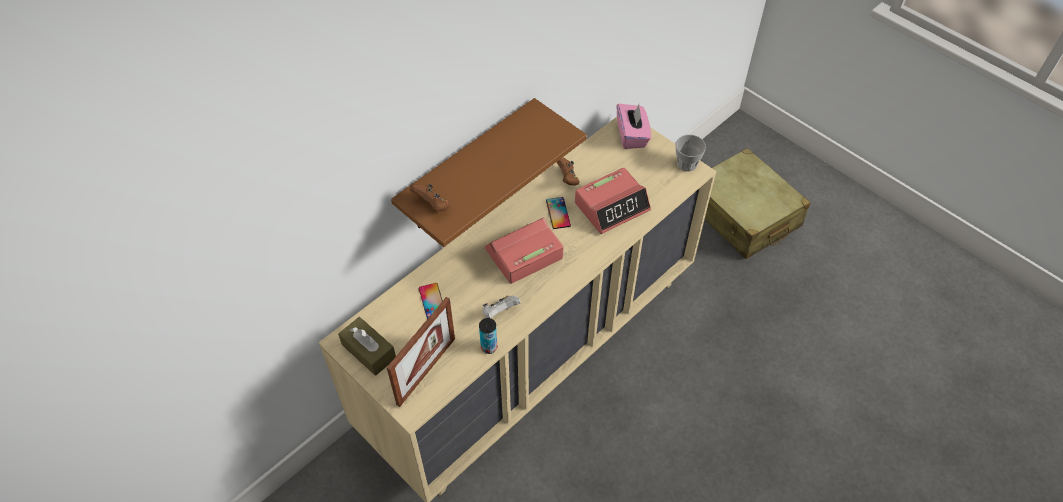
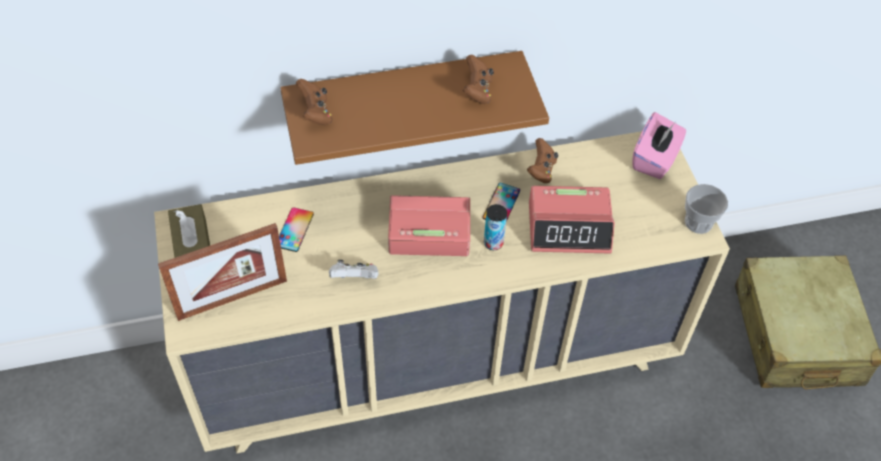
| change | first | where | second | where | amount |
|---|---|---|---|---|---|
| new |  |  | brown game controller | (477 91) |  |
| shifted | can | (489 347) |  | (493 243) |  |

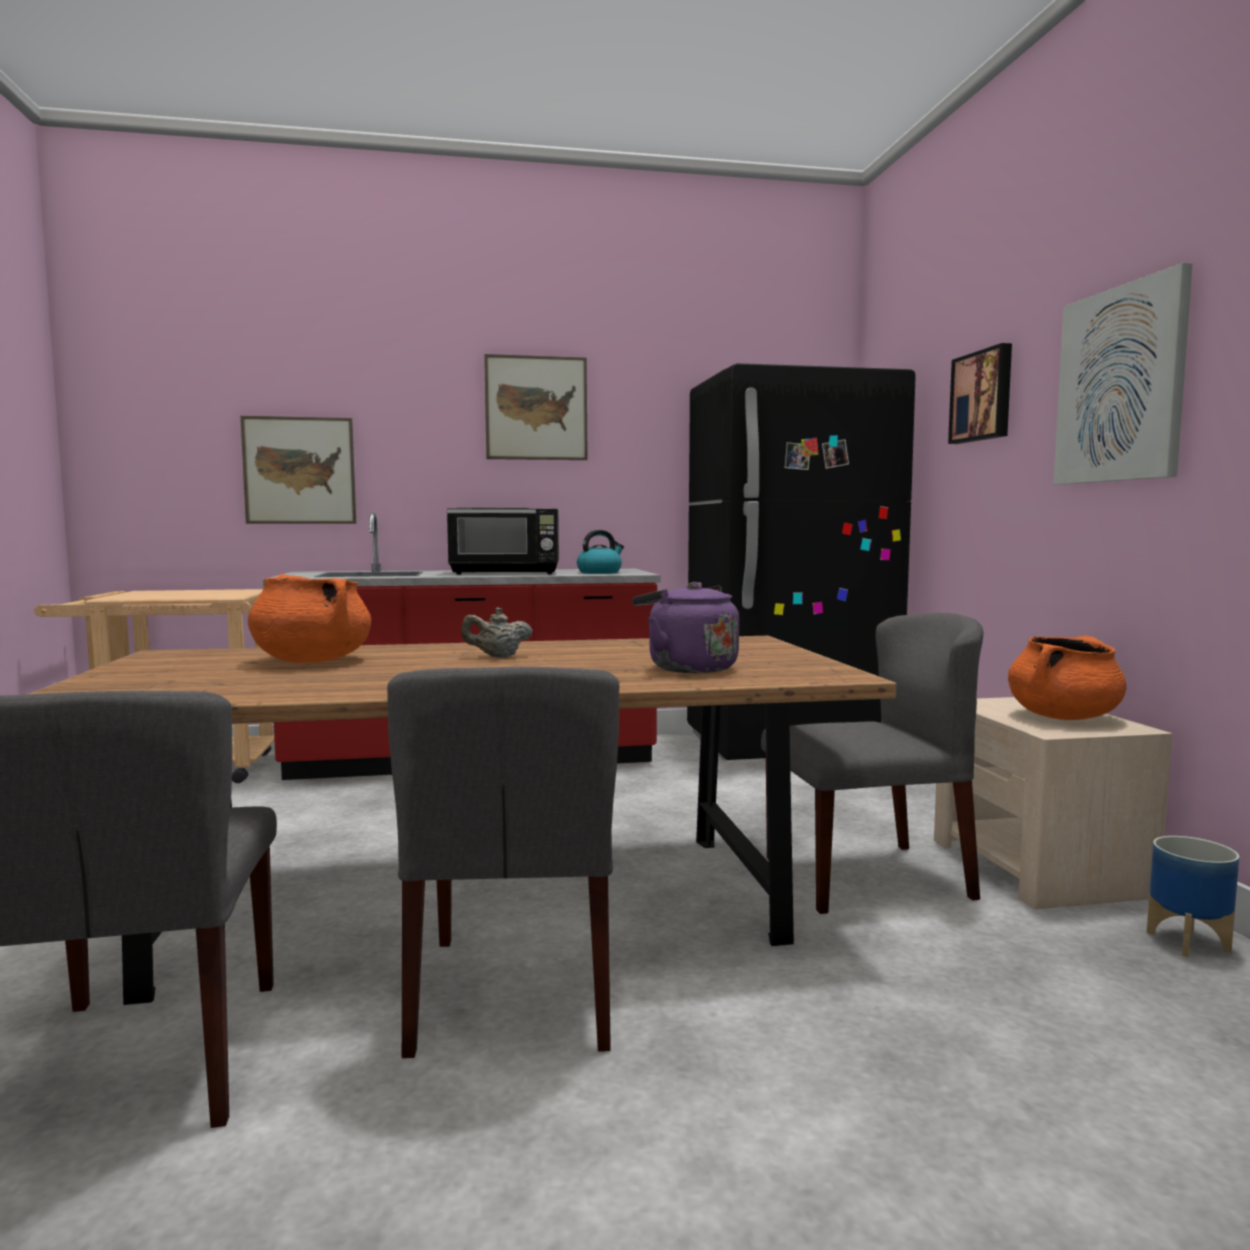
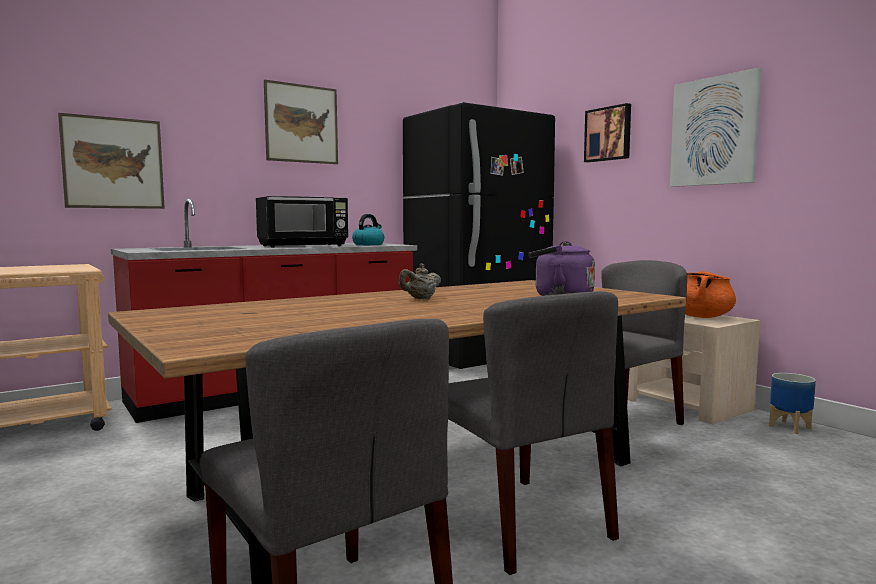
| change | first | where | second | where | amount |
|---|---|---|---|---|---|
| gone | orange cooking pot | (311 661) |  |  |  |

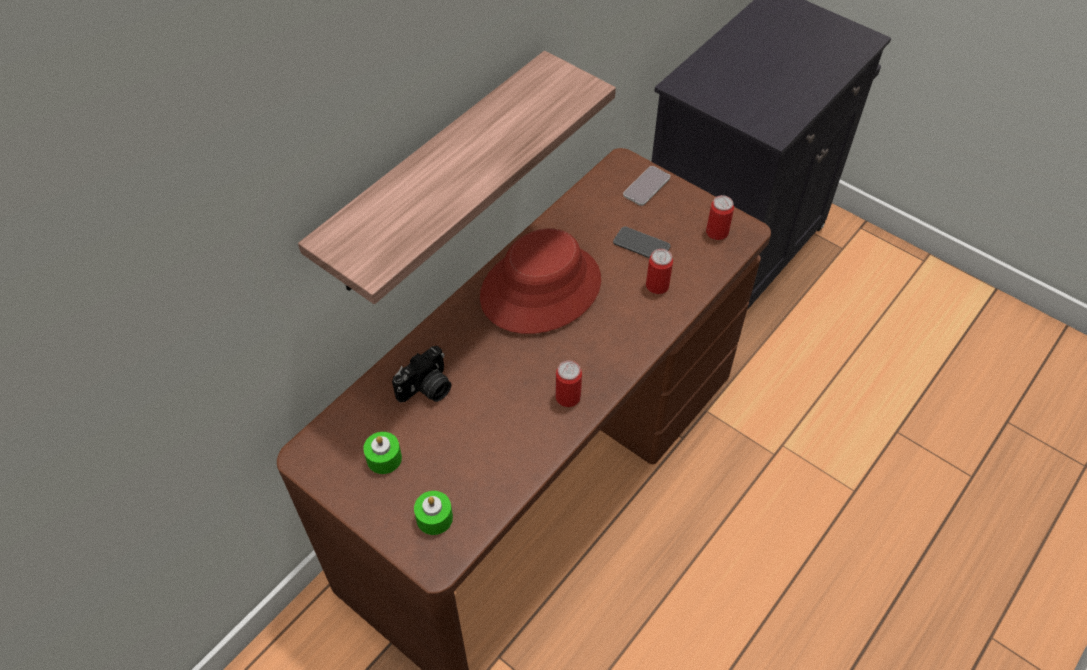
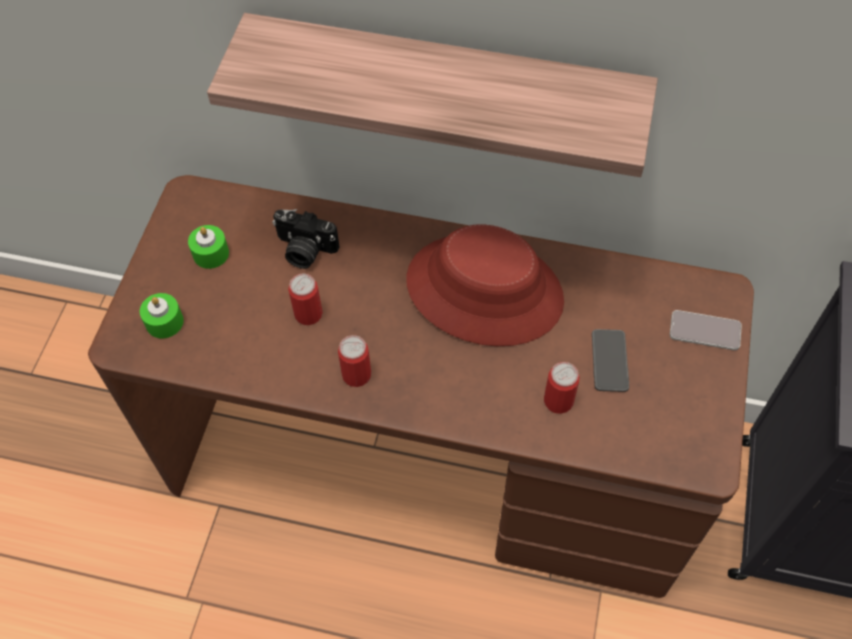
| change | first | where | second | where | amount |
|---|---|---|---|---|---|
| shifted | can | (717 232) |  | (308 313) |  |

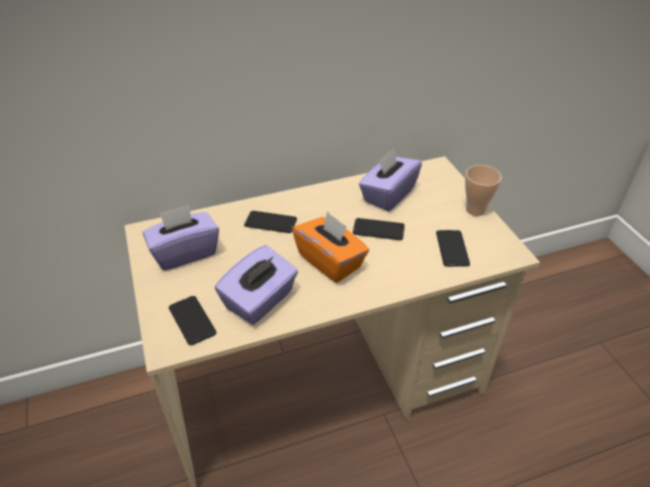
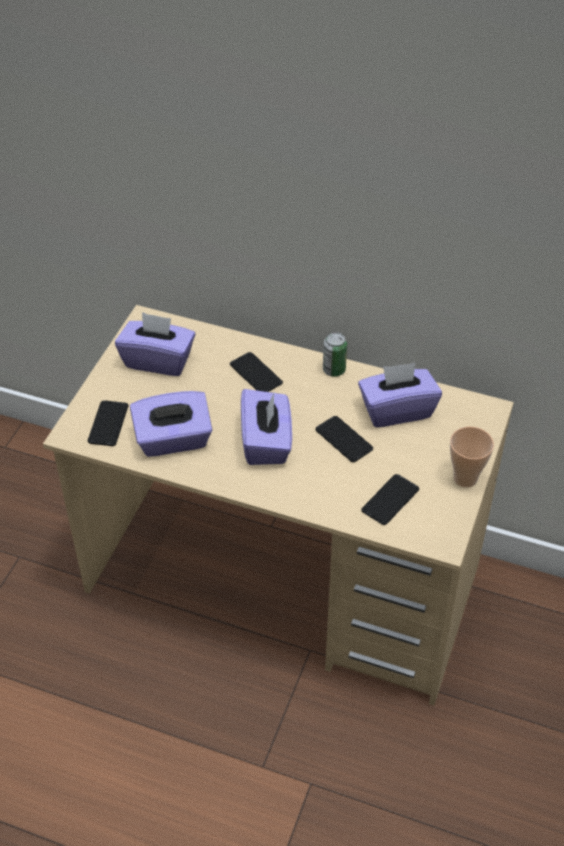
| change | first | where | second | where | amount |
|---|---|---|---|---|---|
| new |  |  | can | (334 370) |  |
| repainted | orange tissue box | (330 261) | purple tissue box | (266 442) |  |

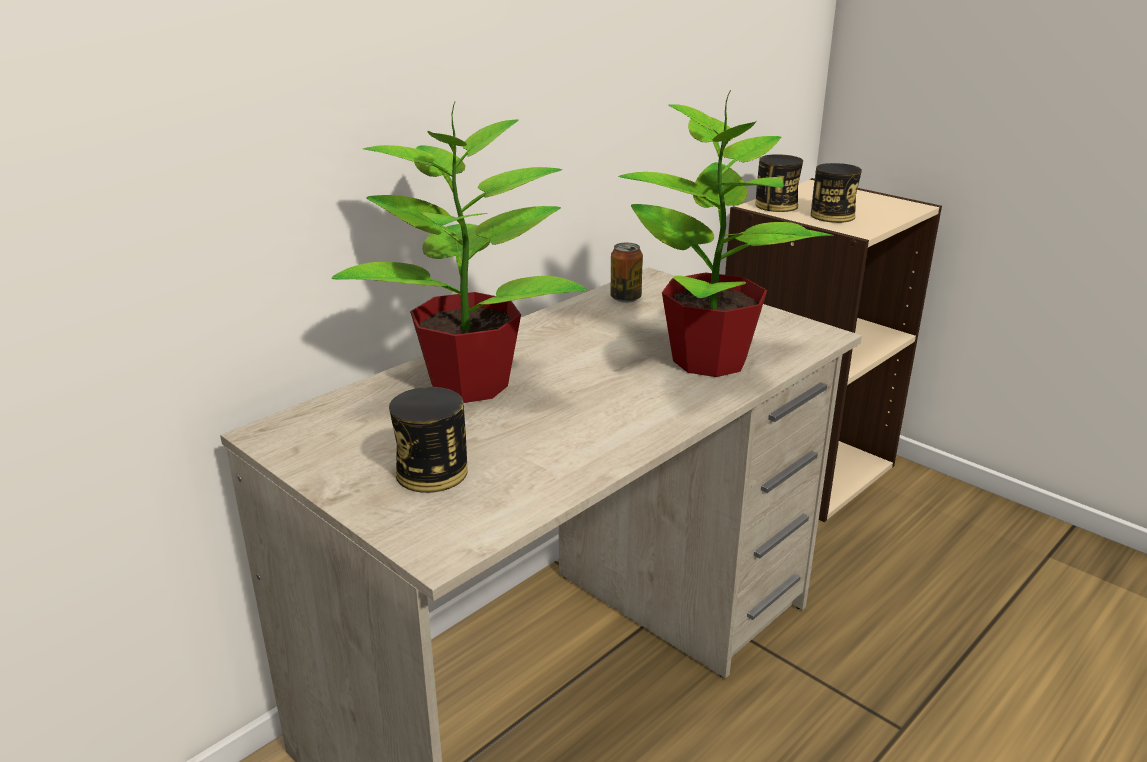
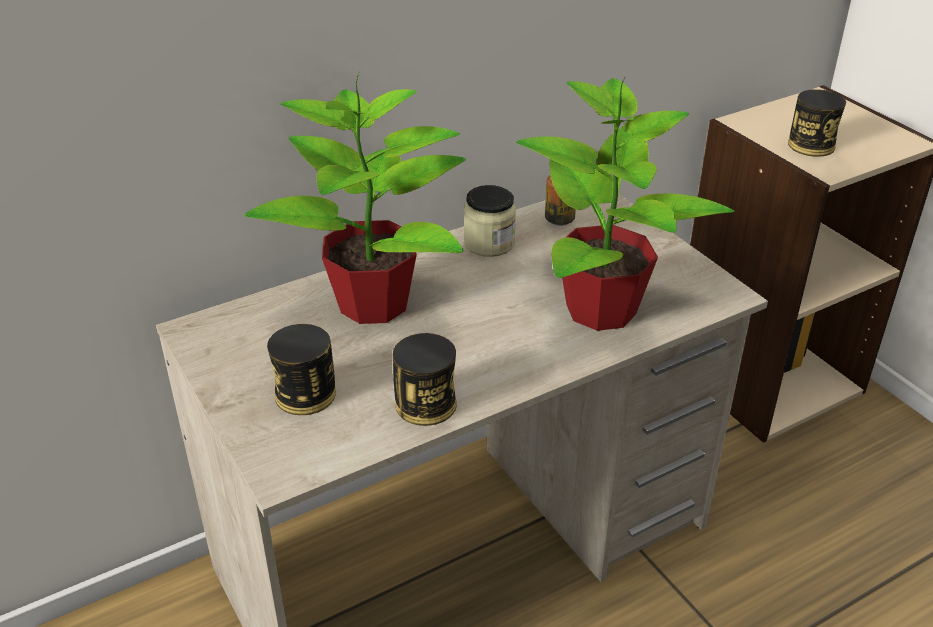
| change | first | where | second | where | amount |
|---|---|---|---|---|---|
| new |  |  | jar | (489 243) |  |
| shifted | can | (776 205) |  | (425 404) |  |

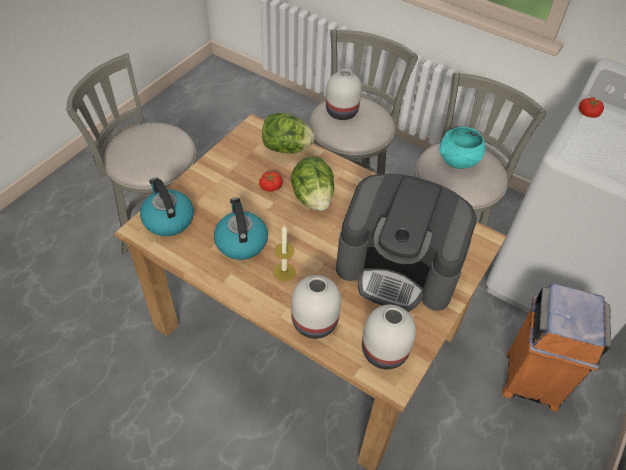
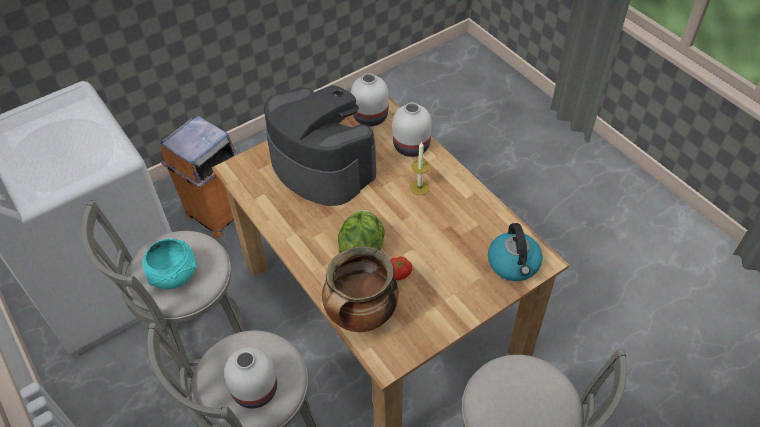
| change | first | where | second | where | amount |
|---|---|---|---|---|---|
| gone | kettle | (241 241) |  |  |  |
| gone | tomato | (588 113) |  |  |  |
| swapped | lettuce | (286 148) | cooking pot | (361 318) |  |

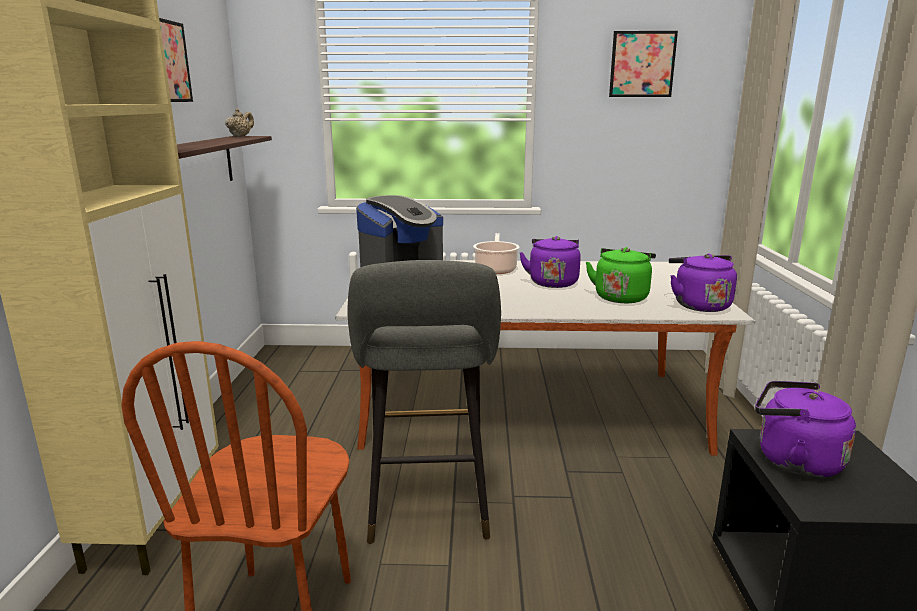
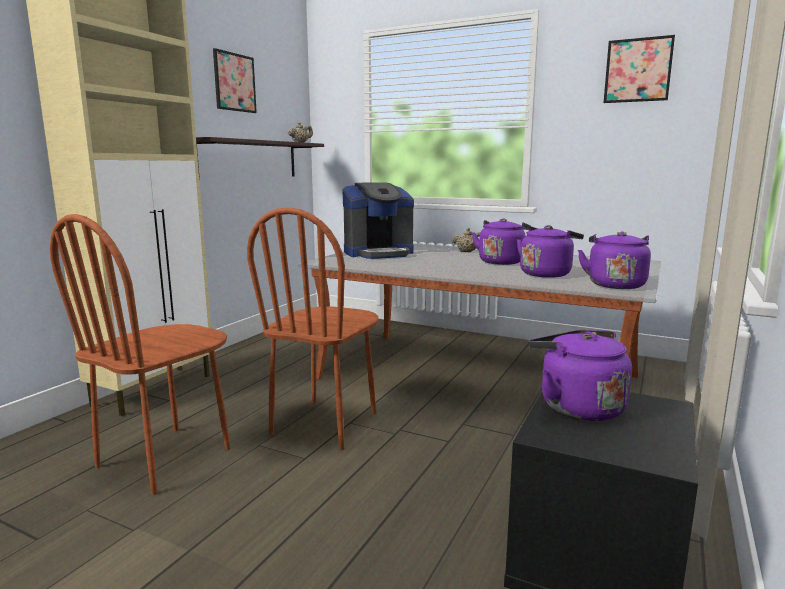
| change | first | where | second | where | amount |
|---|---|---|---|---|---|
| swapped | grey stool | (428 510) | brown chair | (325 423) |  |
| swapped | cooking pot | (495 269) | beige teapot | (467 252) |  |
| repainted | green kettle | (621 297) | purple kettle | (546 274) |  |

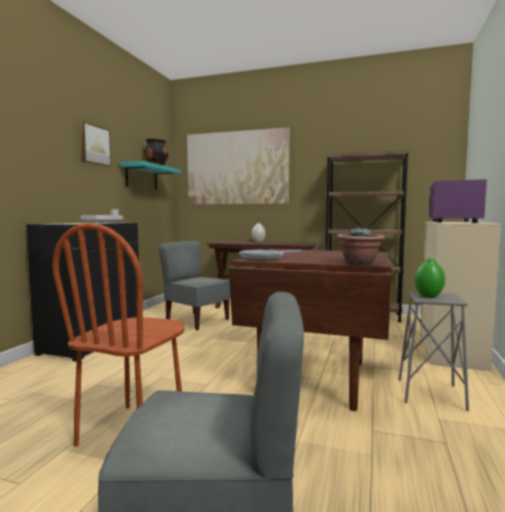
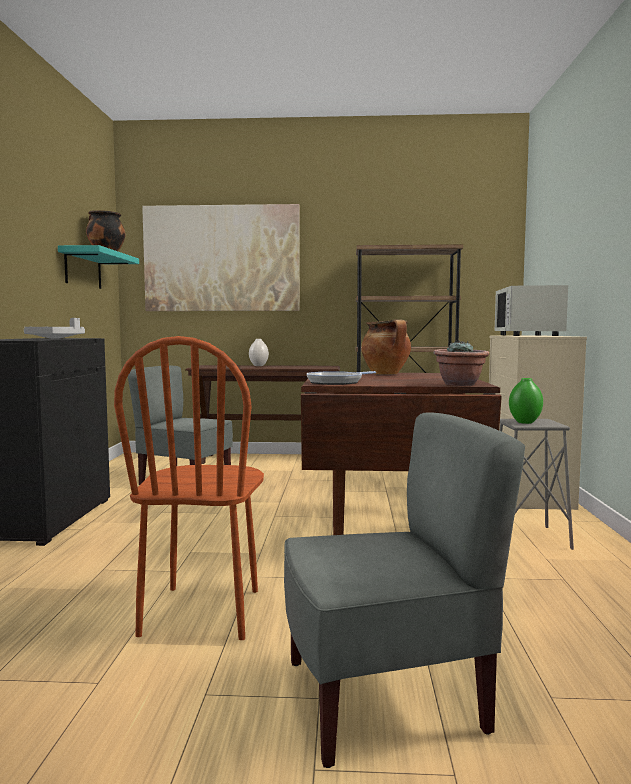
| change | first | where | second | where | amount |
|---|---|---|---|---|---|
| gone | picture | (94 145) |  |  |  |
| new |  |  | cooking pot | (387 374) |  |
| repainted | purple microwave | (454 222) | white microwave | (528 335) |  |

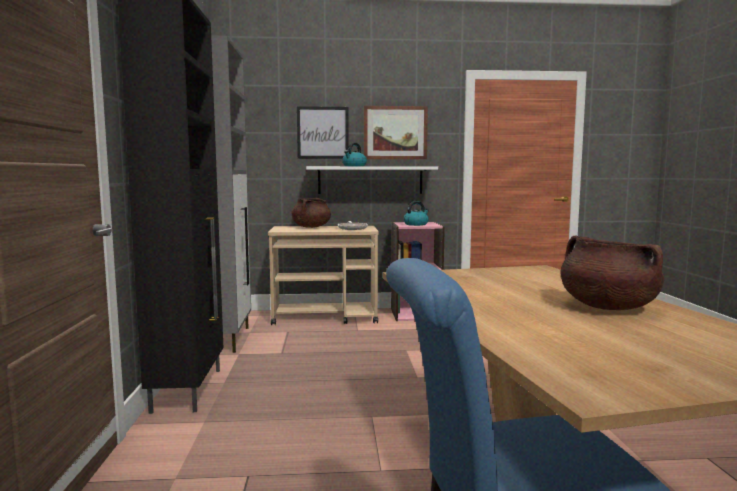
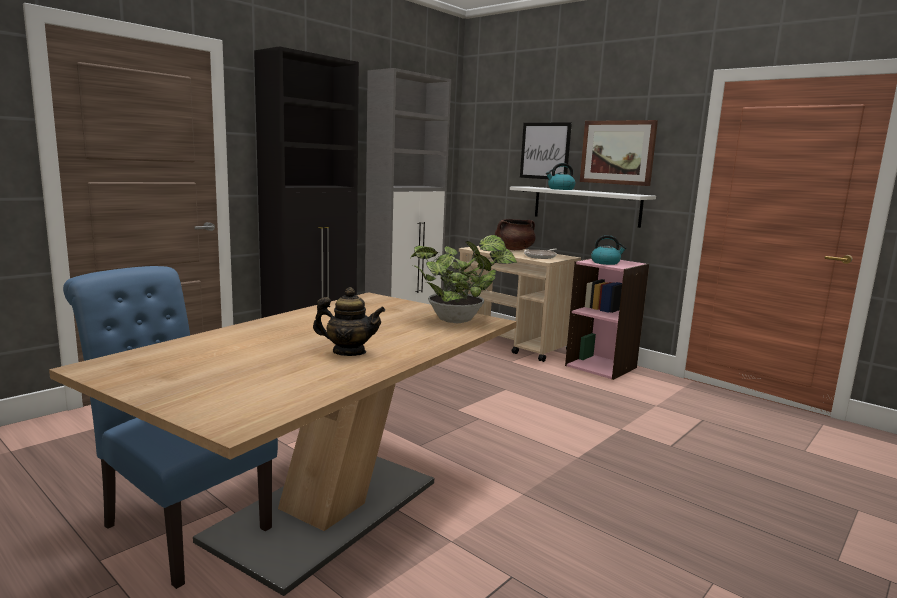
| change | first | where | second | where | amount |
|---|---|---|---|---|---|
| new |  |  | potted plant | (459 320) |  |
| swapped | brown cooking pot | (607 307) | teapot | (349 352) |  |

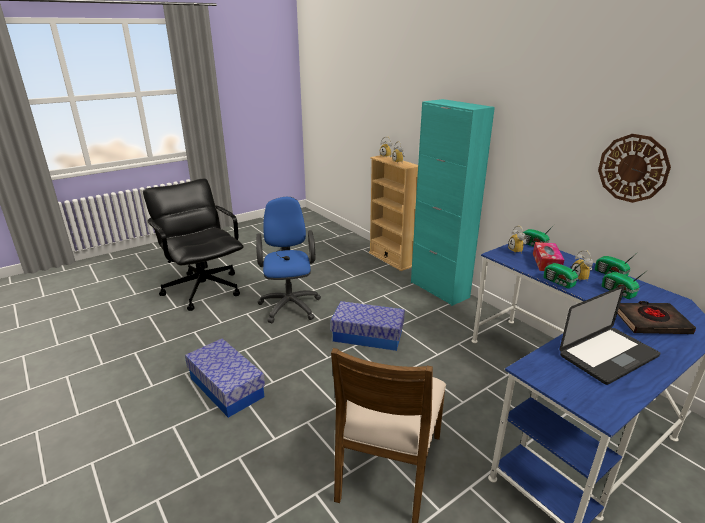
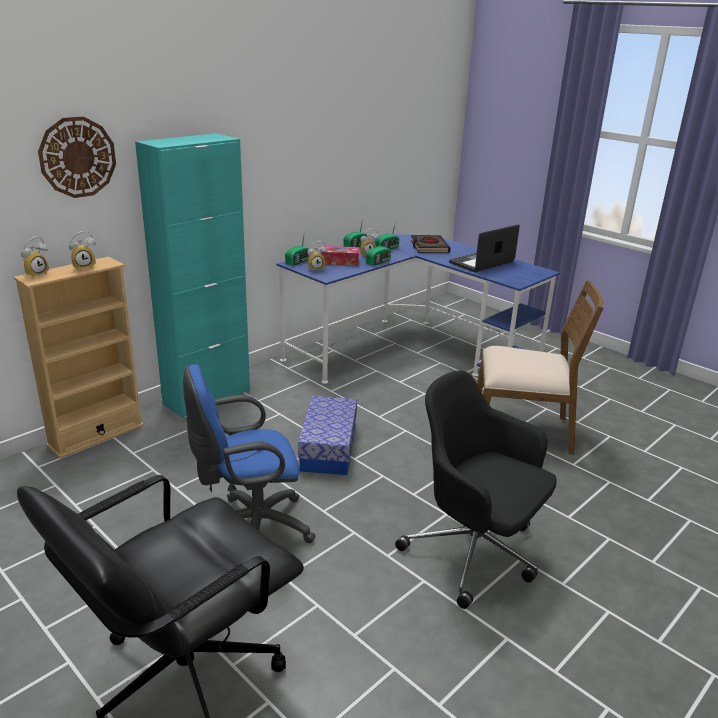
| change | first | where | second | where | amount |
|---|---|---|---|---|---|
| shifted | wall clock | (633 168) |  | (77 157) |  |
| swapped | storage box | (227 387) | black office chair | (474 553) |  |
| rotated | laptop | (608 356) |  | (481 262) | 90 degrees counterclockwise |

